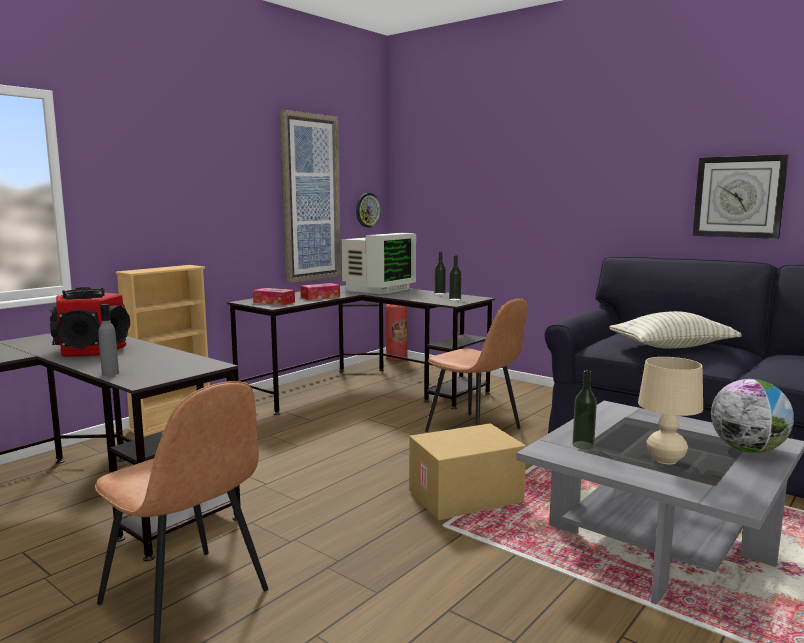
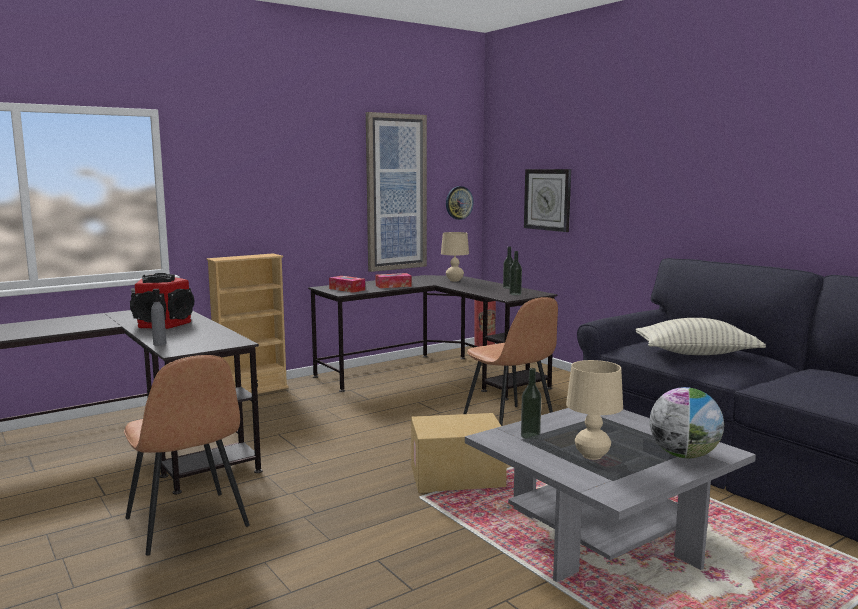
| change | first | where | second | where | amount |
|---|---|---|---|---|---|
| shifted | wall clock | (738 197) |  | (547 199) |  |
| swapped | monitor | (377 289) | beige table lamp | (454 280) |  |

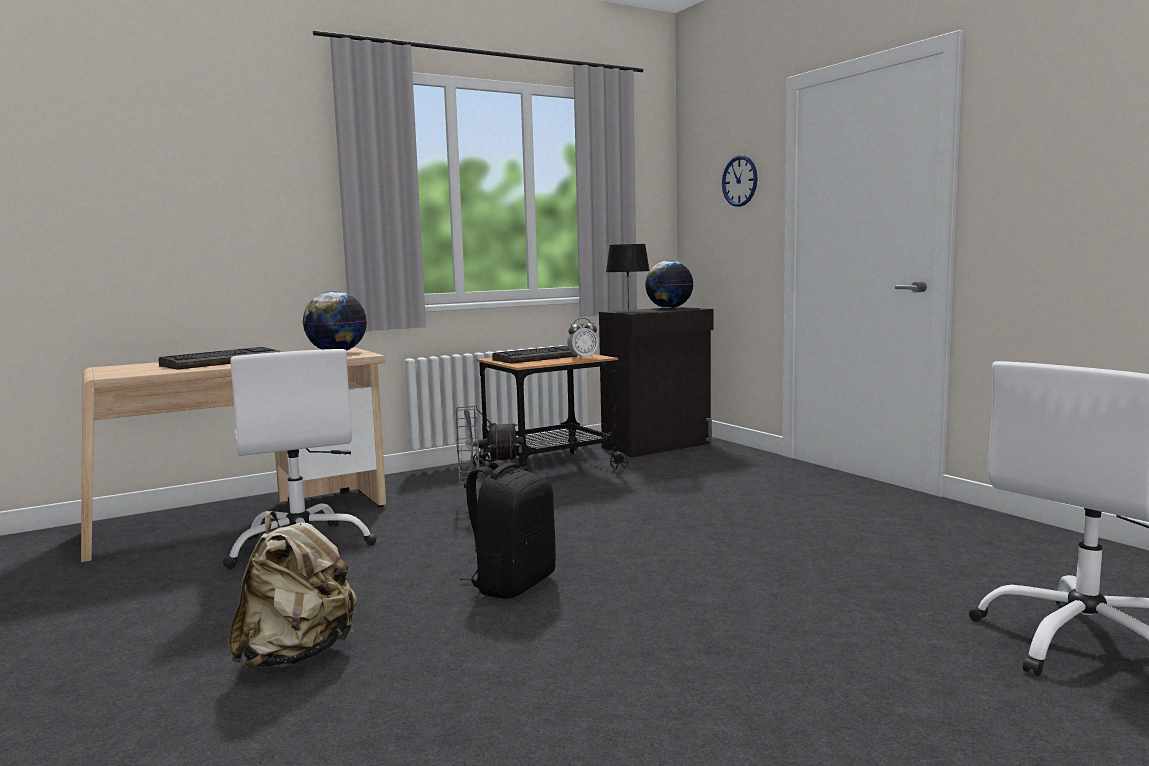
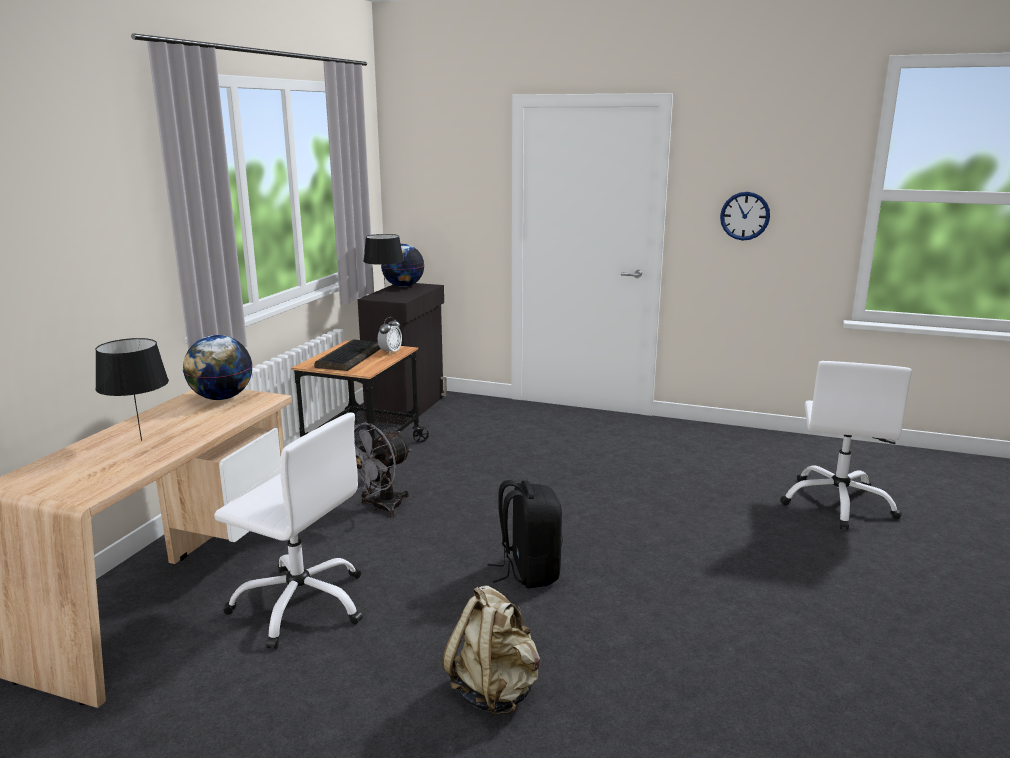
| change | first | where | second | where | amount |
|---|---|---|---|---|---|
| shifted | wall clock | (739 181) |  | (745 216) |  |
| swapped | keyboard | (222 361) | black table lamp | (141 440) |  |

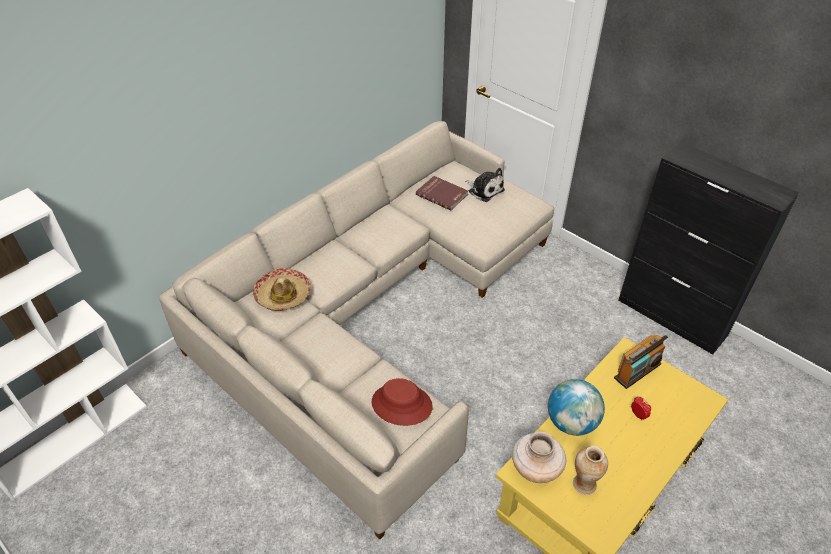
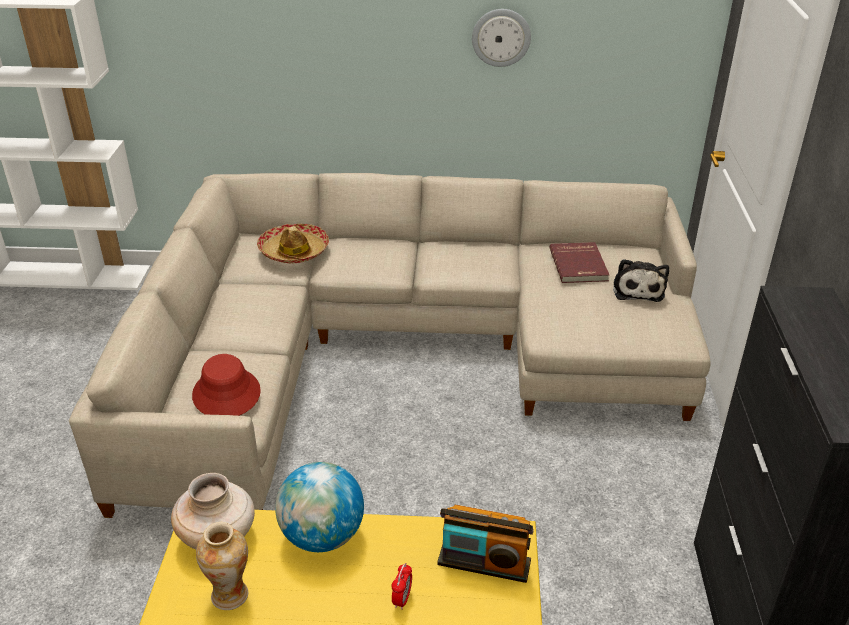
| change | first | where | second | where | amount |
|---|---|---|---|---|---|
| new |  |  | wall clock | (501 37) |  |

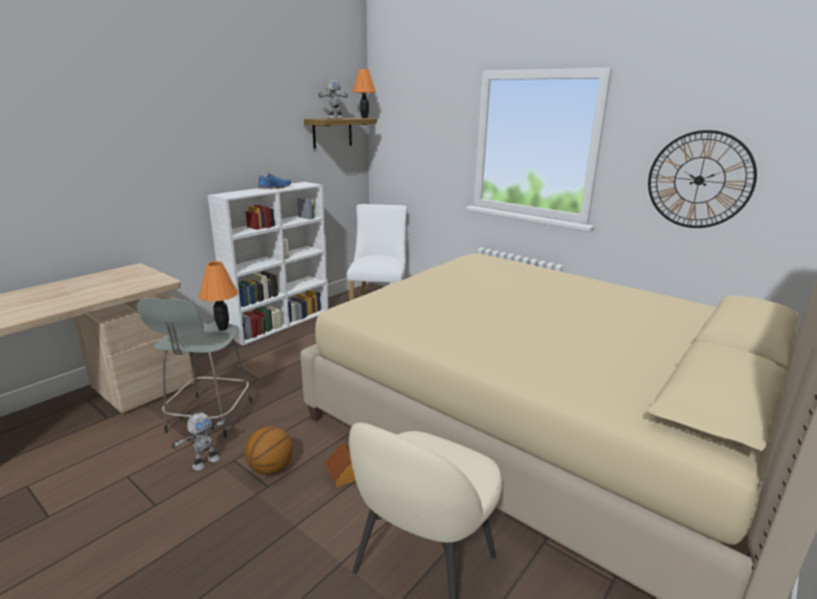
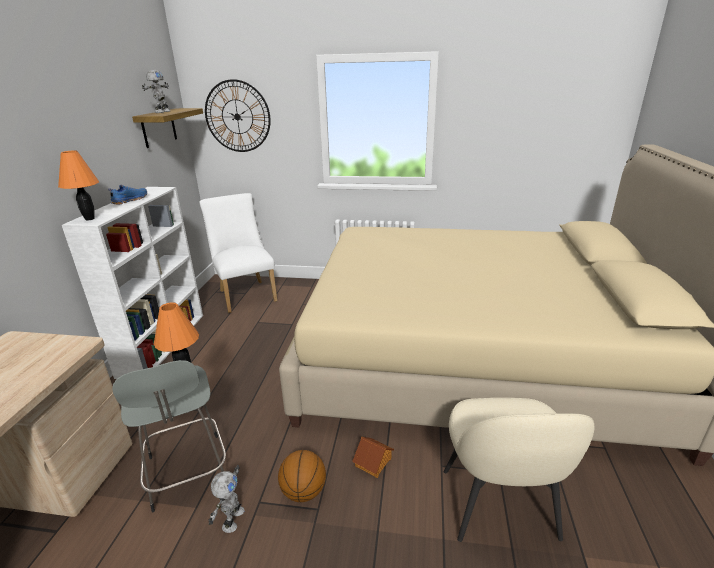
| change | first | where | second | where | amount |
|---|---|---|---|---|---|
| shifted | orange table lamp | (364 118) |  | (89 219) |  |
| shifted | wall clock | (699 180) |  | (237 116) |  |

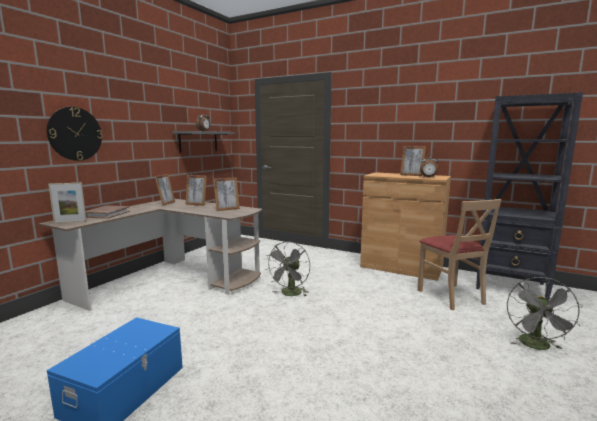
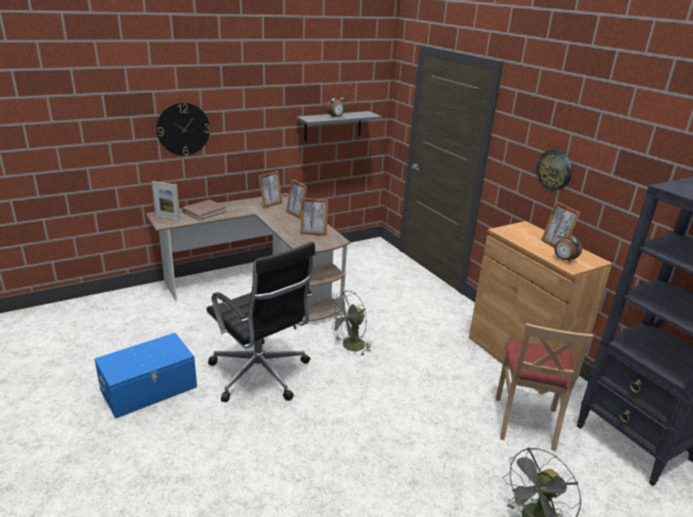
| change | first | where | second | where | amount |
|---|---|---|---|---|---|
| new |  |  | black office chair | (261 375) |  |
| new |  |  | wall clock | (554 170) |  |

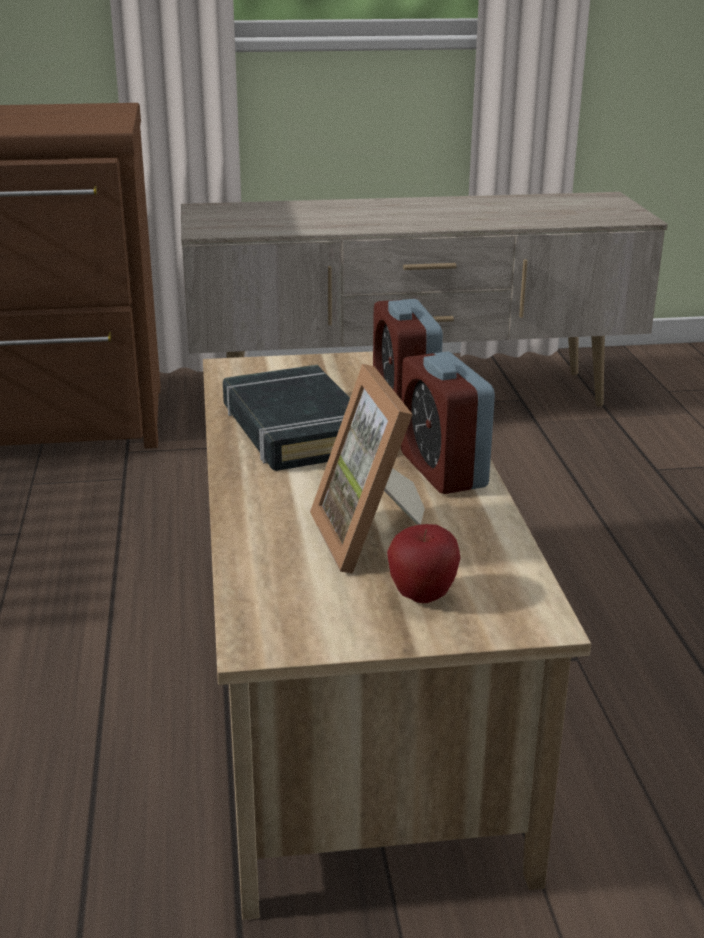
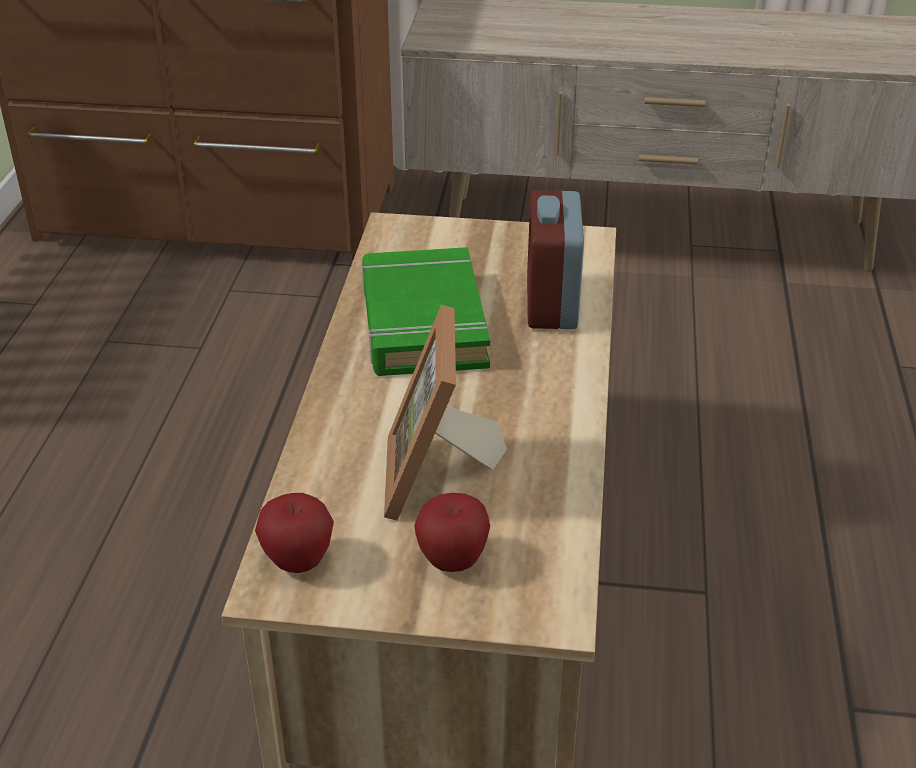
| change | first | where | second | where | amount |
|---|---|---|---|---|---|
| gone | alarm clock | (442 470) |  |  |  |
| new |  |  | apple | (298 562) |  |
| repainted | black book | (295 429) | green book | (422 322) |  |

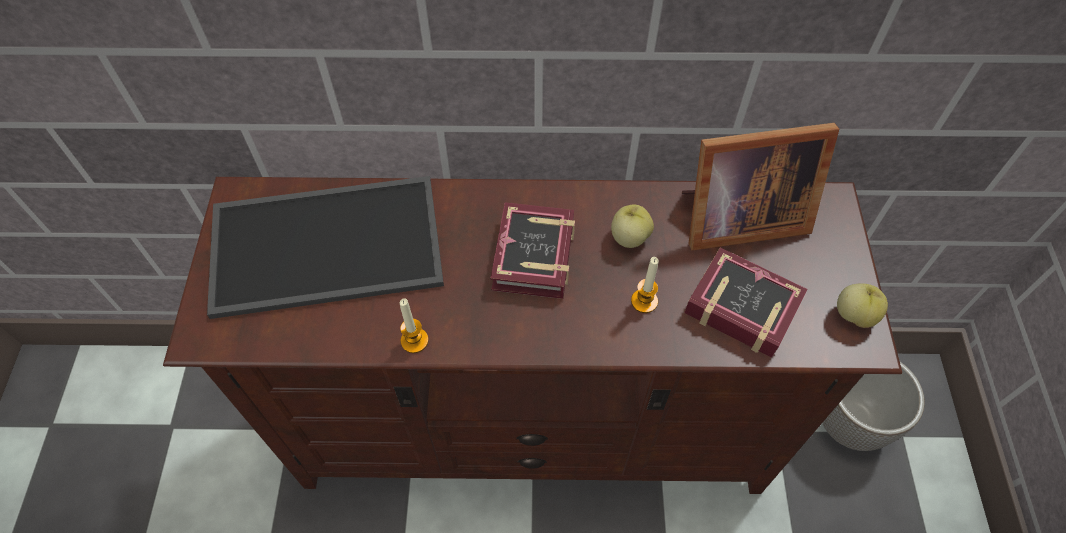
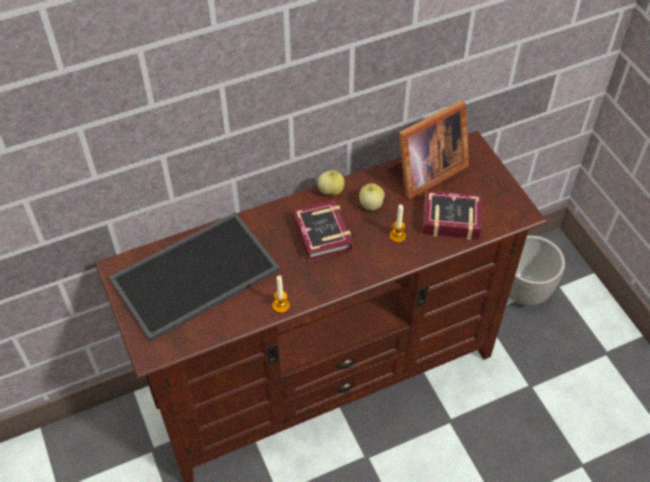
| change | first | where | second | where | amount |
|---|---|---|---|---|---|
| shifted | apple | (854 314) |  | (331 190) |  |

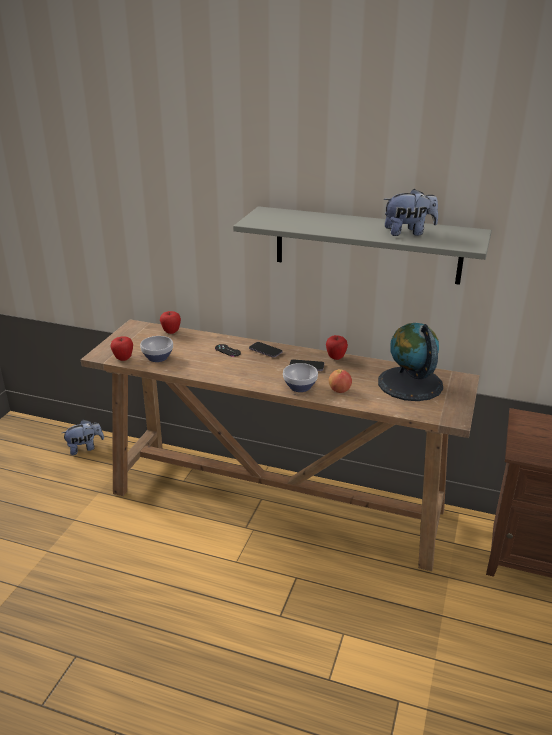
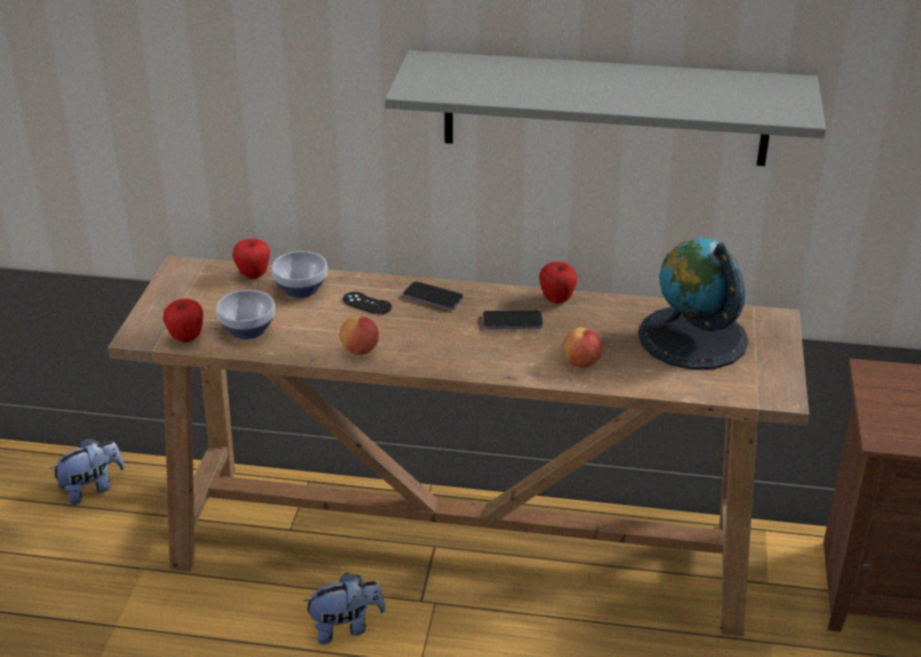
| change | first | where | second | where | amount |
|---|---|---|---|---|---|
| new |  |  | apple | (360 350) |  |
| shifted | bowl | (300 387) |  | (301 290) |  |
| shifted | plush toy | (408 233) |  | (346 627) |  |

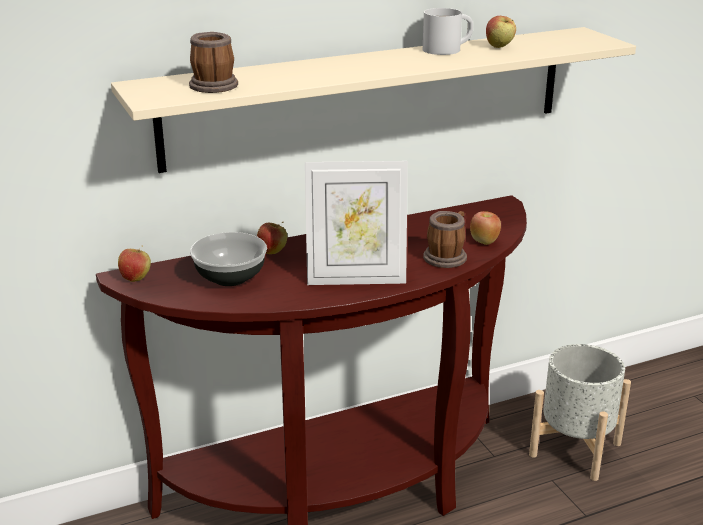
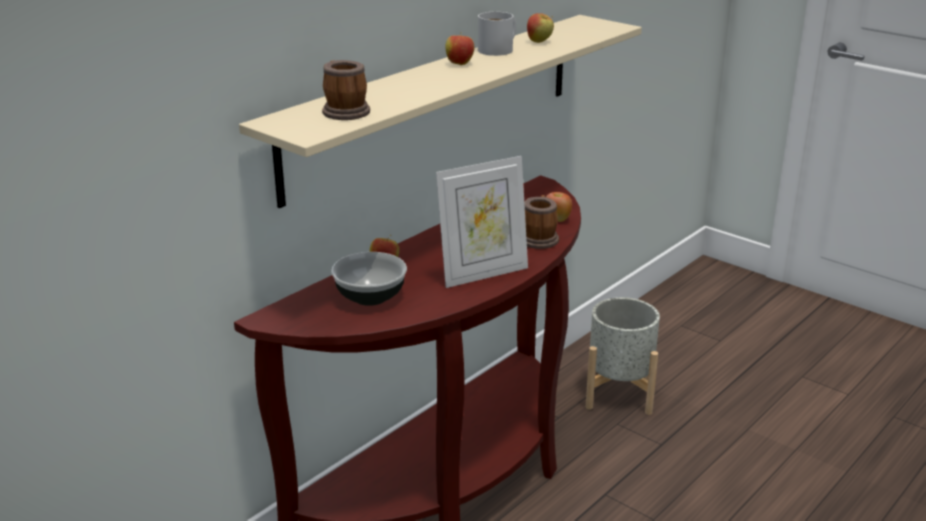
| change | first | where | second | where | amount |
|---|---|---|---|---|---|
| shifted | apple | (136 278) |  | (459 64) |  |

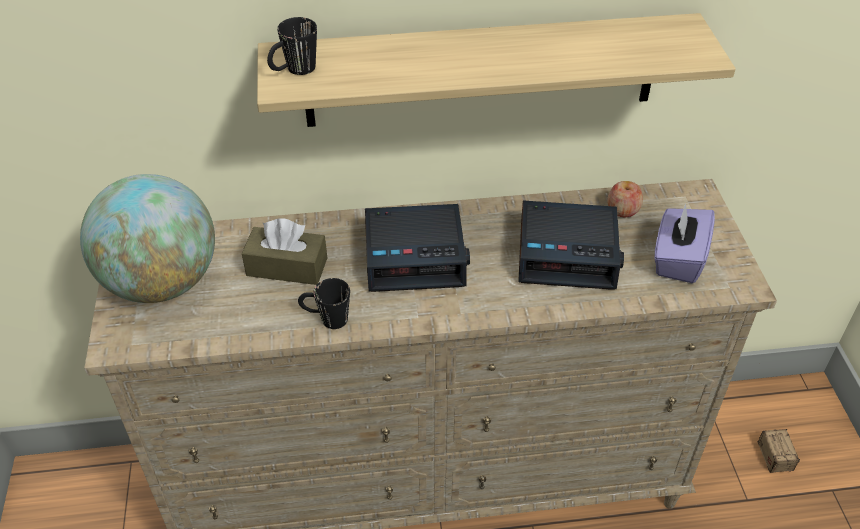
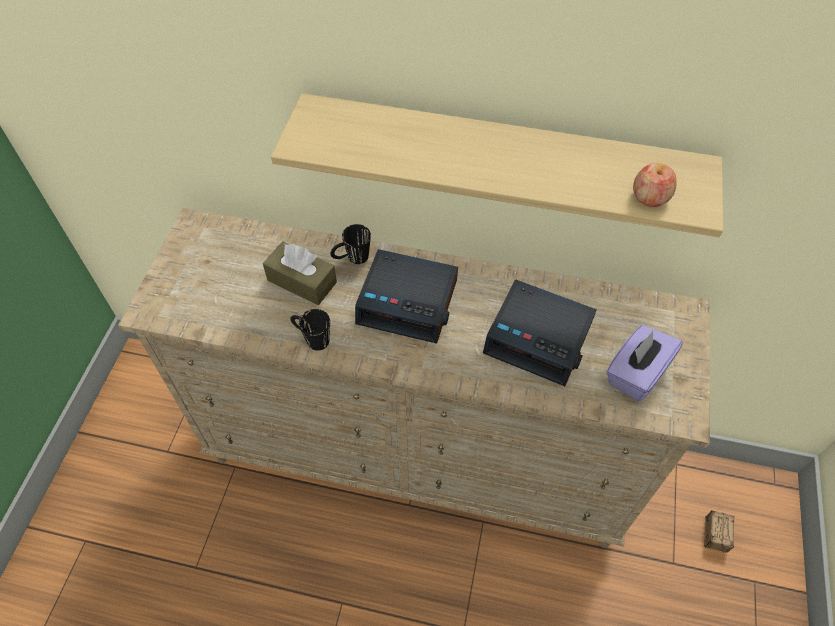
| change | first | where | second | where | amount |
|---|---|---|---|---|---|
| gone | globe | (162 282) |  |  |  |
| shifted | black mug | (294 71) |  | (352 259) |  |
| shifted | apple | (623 210) |  | (650 197) |  |

